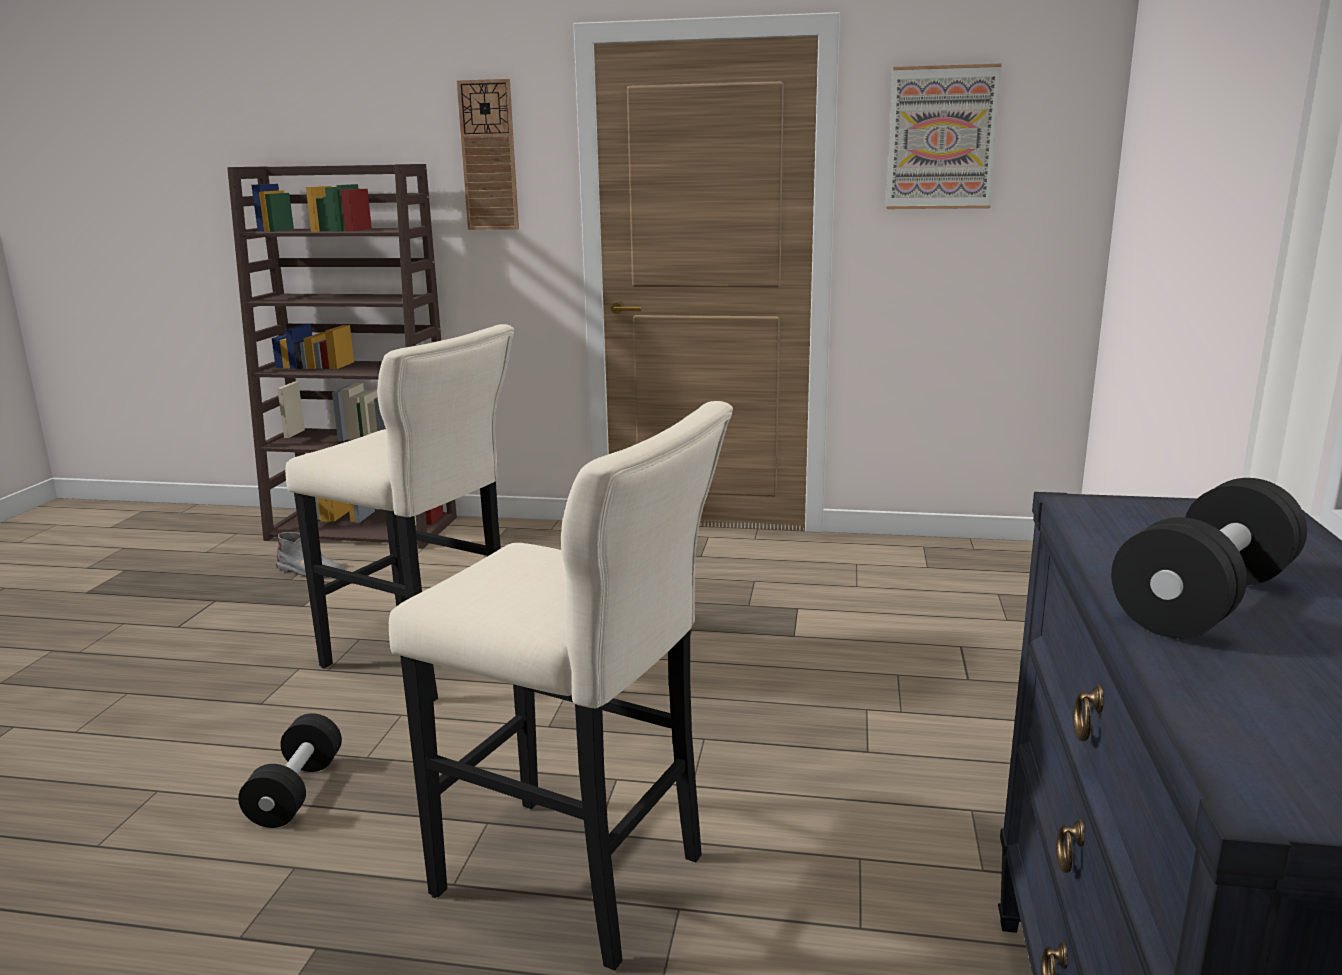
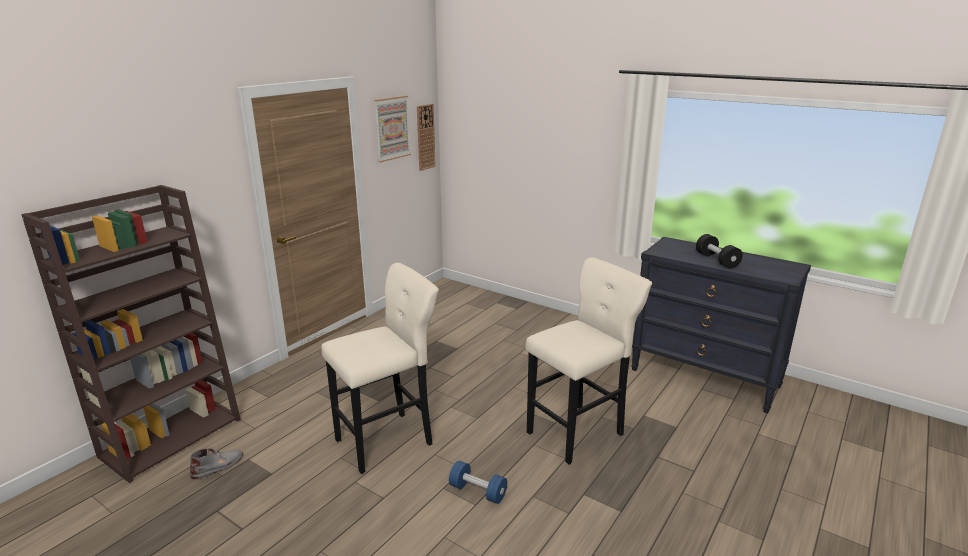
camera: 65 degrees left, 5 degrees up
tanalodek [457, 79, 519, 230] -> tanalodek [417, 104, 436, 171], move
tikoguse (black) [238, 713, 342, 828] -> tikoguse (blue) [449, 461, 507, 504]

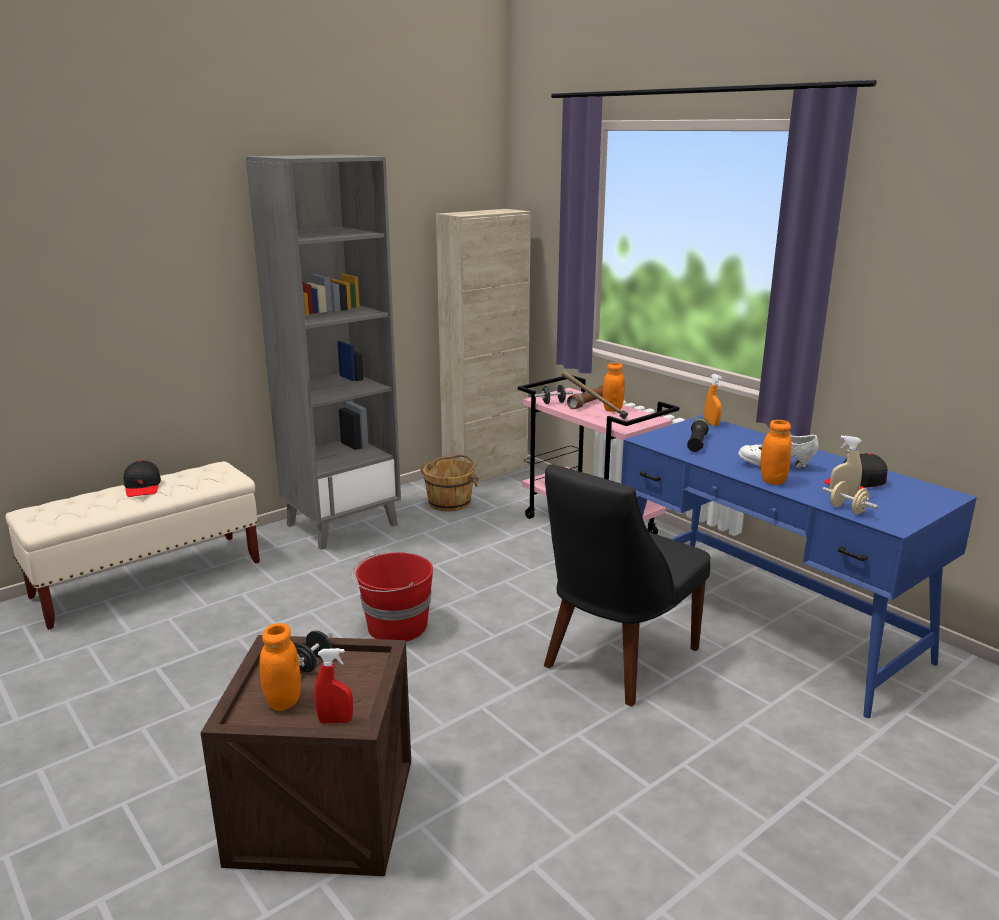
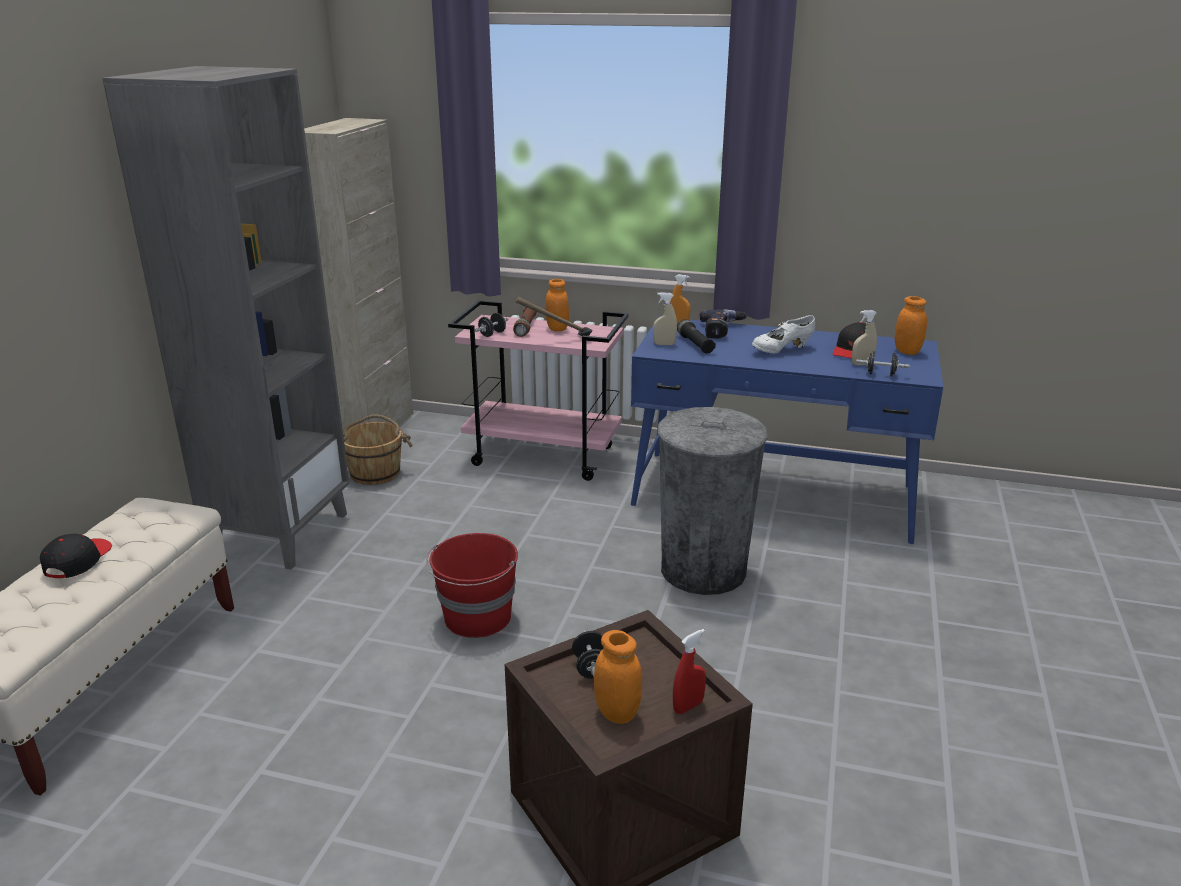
camera: 35 degrees left, 5 degrees up
none -> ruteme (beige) [653, 292, 677, 345]
none -> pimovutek [700, 309, 747, 338]
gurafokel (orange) [760, 420, 792, 485] -> gurafokel (orange) [895, 296, 927, 355], move
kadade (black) [544, 464, 711, 707] -> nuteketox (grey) [658, 407, 768, 595]
tikoguse (beige) [823, 481, 878, 514] -> tikoguse (black) [856, 351, 910, 376]
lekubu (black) [124, 460, 161, 497] -> lekubu (black) [40, 534, 112, 578], 120 degrees counterclockwise

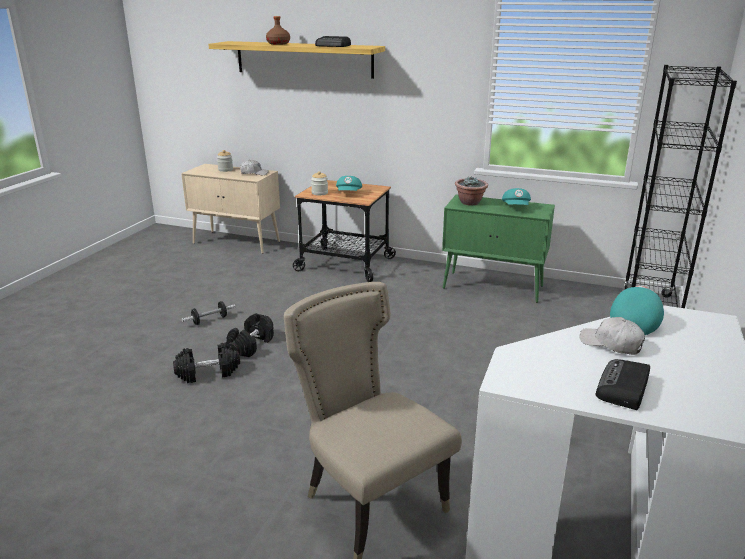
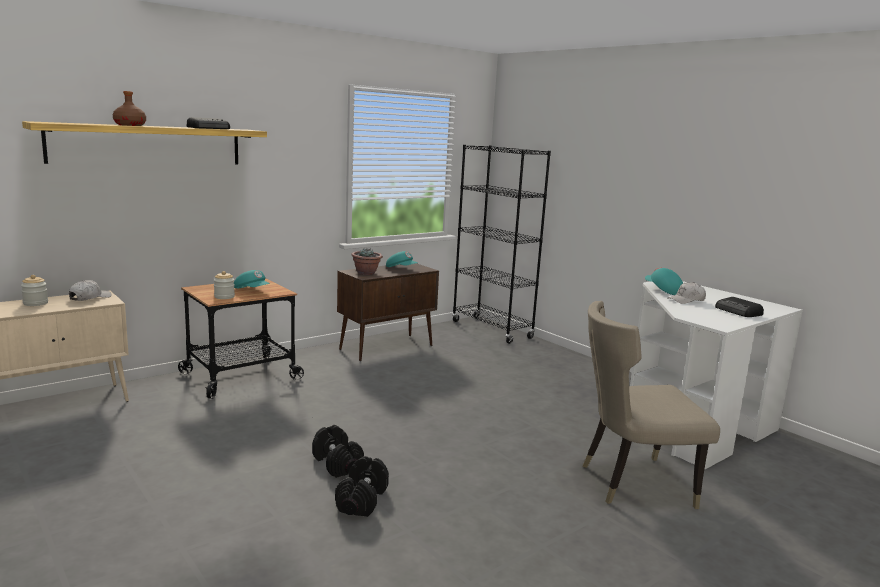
camera: 60 degrees left, 10 degrees down
tikoguse [182, 301, 235, 325] -> none
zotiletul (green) [442, 195, 555, 303] -> zotiletul (brown) [337, 263, 439, 361]

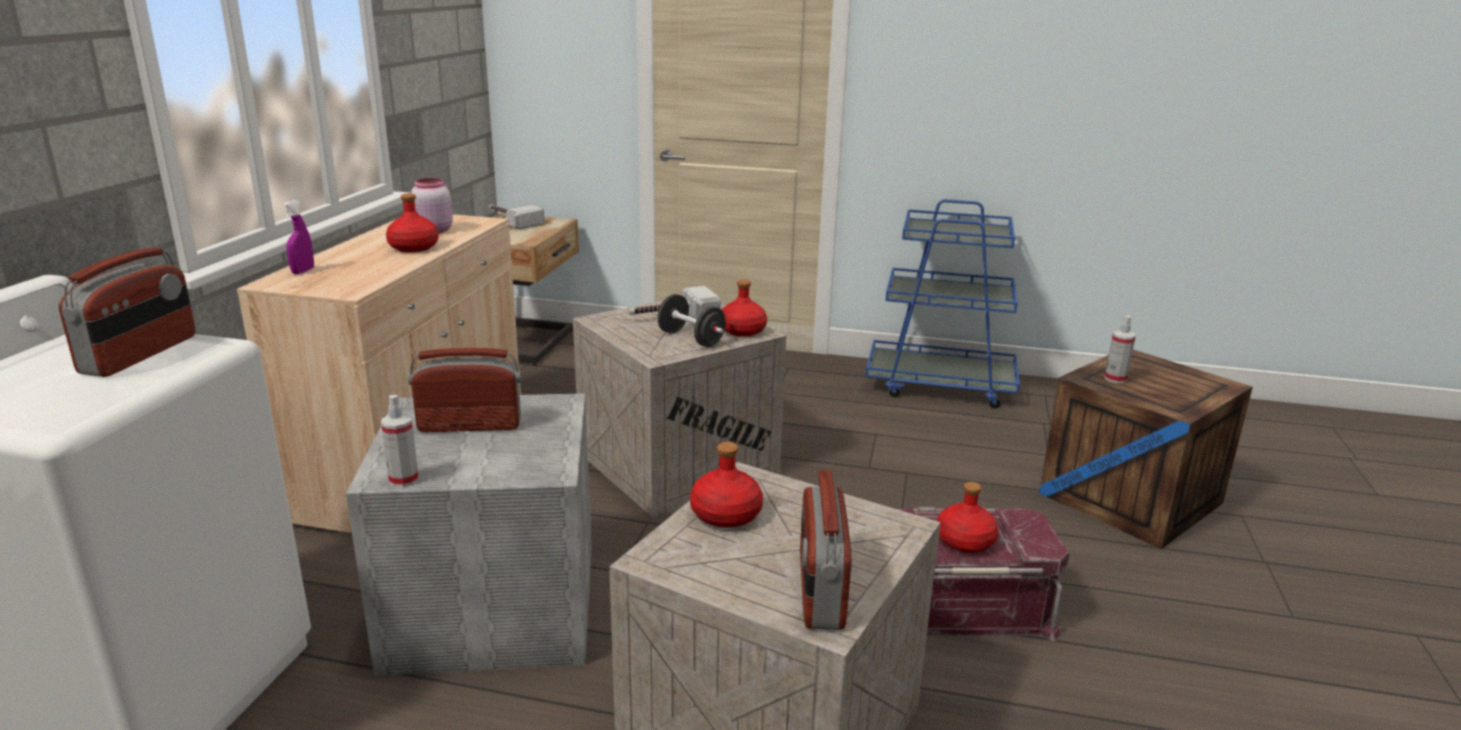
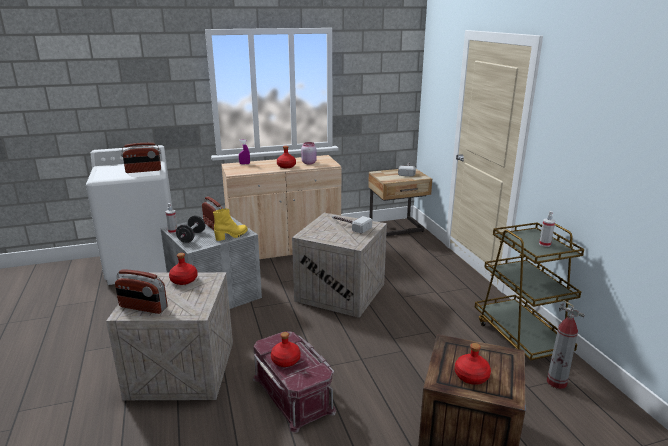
camera: 60 degrees right, 0 degrees up
none -> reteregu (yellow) [213, 208, 248, 241]
none -> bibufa [547, 300, 585, 389]
tikoguse (black) [657, 294, 726, 347] -> tikoguse (black) [176, 215, 205, 243], move
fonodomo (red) [722, 280, 767, 337] -> fonodomo (red) [455, 343, 491, 385], move
ruteme [1105, 316, 1136, 383] -> ruteme [539, 211, 555, 247], move
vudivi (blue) [866, 199, 1020, 409] -> vudivi (brown) [475, 222, 584, 361]
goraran [800, 470, 852, 630] -> goraran [115, 269, 167, 314], 135 degrees counterclockwise

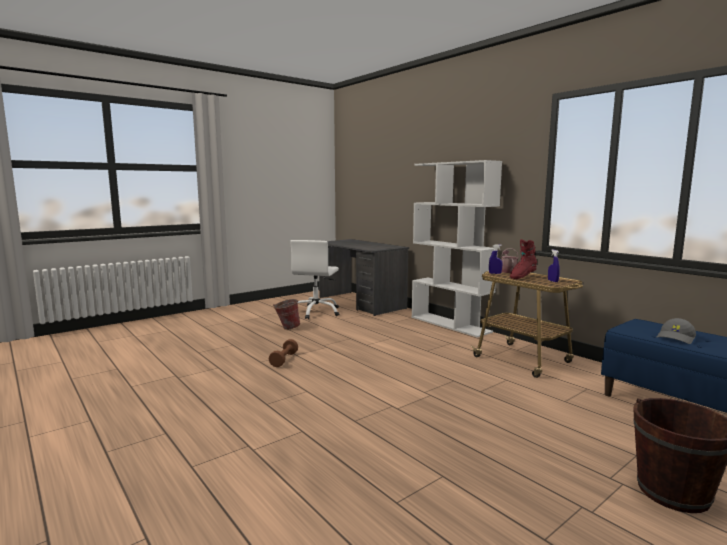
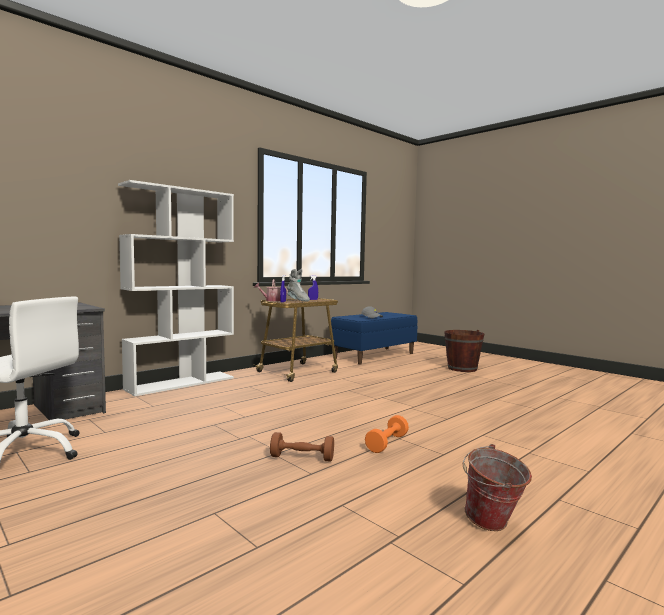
camera: 95 degrees left, 5 degrees down
none -> tikoguse (orange) [365, 415, 409, 453]
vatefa [273, 299, 300, 330] -> vatefa [463, 444, 532, 531], move
reteregu (red) [510, 239, 537, 279] -> reteregu (grey) [287, 269, 310, 302]

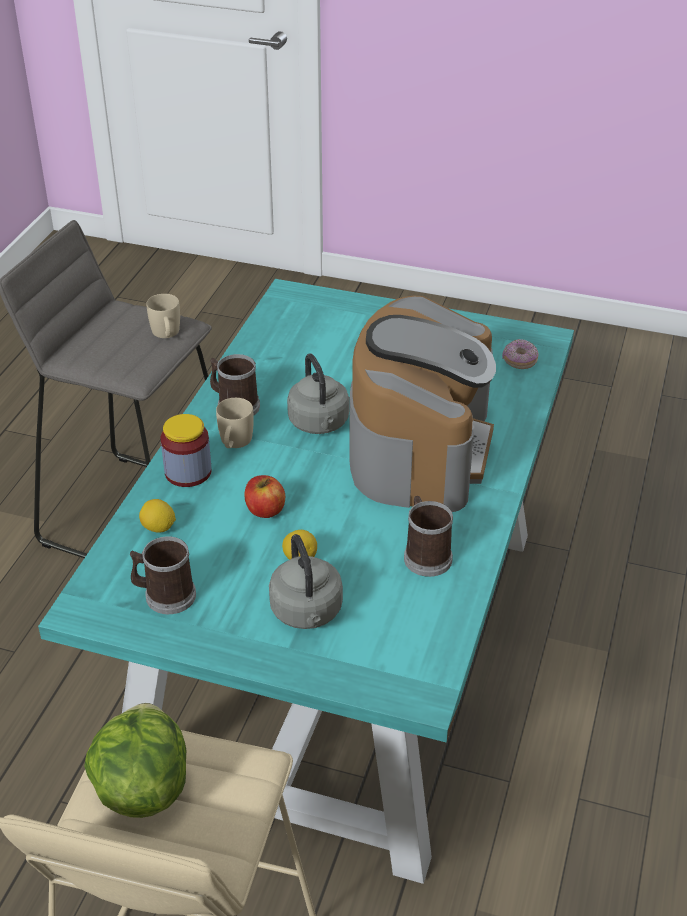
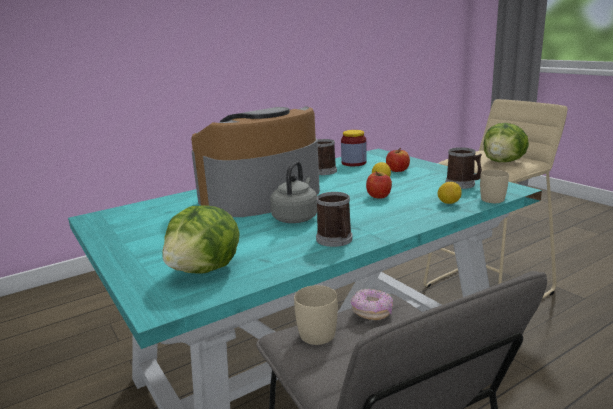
camera: 140 degrees left, 20 degrees down
none -> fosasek [163, 205, 240, 274]
gurafokel [161, 414, 211, 487] -> gurafokel [341, 130, 367, 166], move
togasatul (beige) [216, 398, 254, 448] -> togasatul (beige) [480, 170, 509, 203], move
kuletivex [502, 339, 539, 369] -> kuletivex [351, 288, 393, 320], move
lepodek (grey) [269, 534, 343, 629] -> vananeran [386, 148, 410, 172]

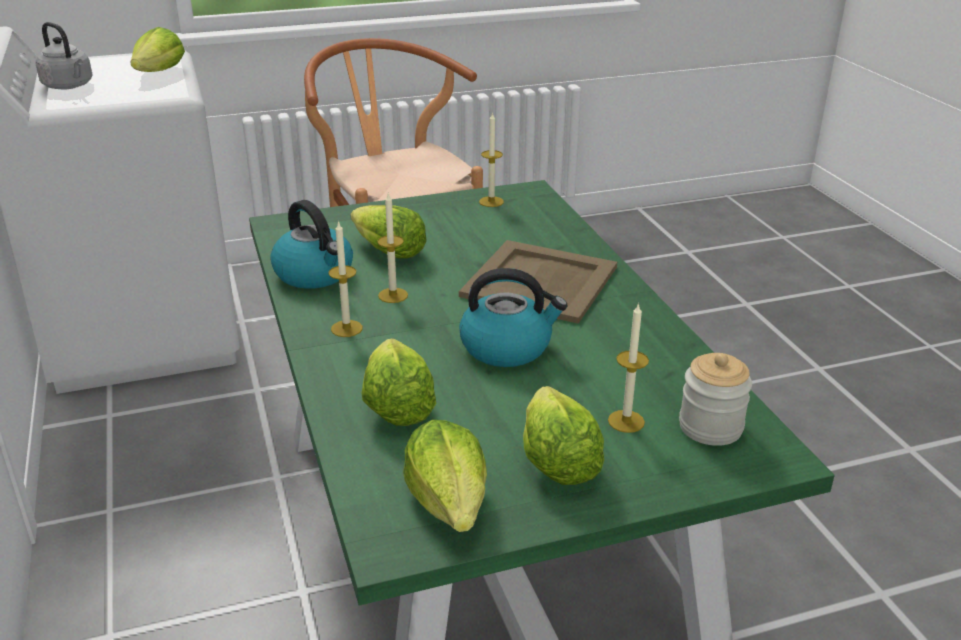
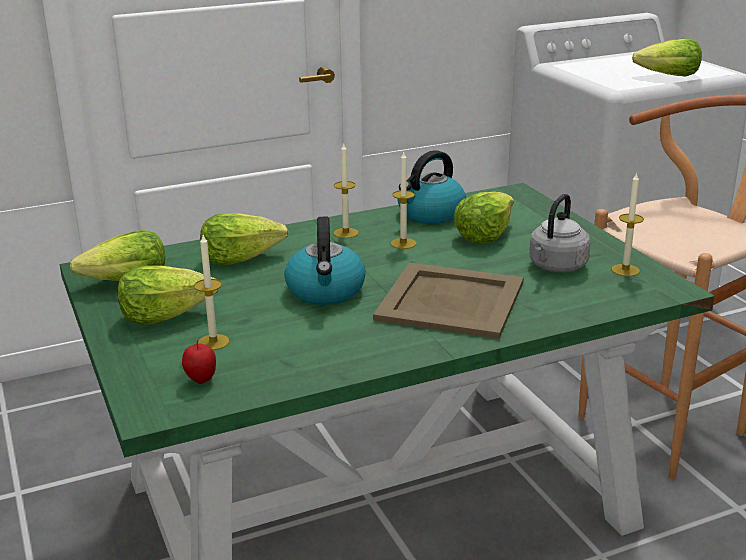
camera: 85 degrees right, 5 degrees down
lepodek (grey) [36, 22, 93, 90] -> lepodek (grey) [529, 194, 591, 272], move
gurafokel [679, 353, 752, 446] -> vananeran [182, 340, 216, 384]

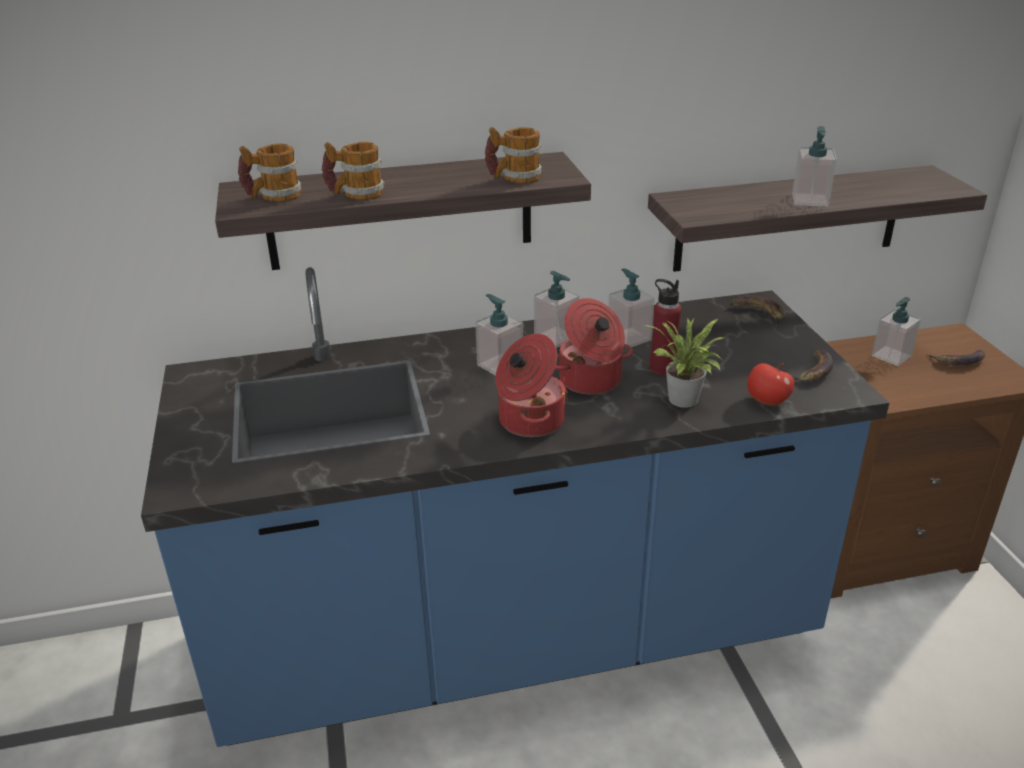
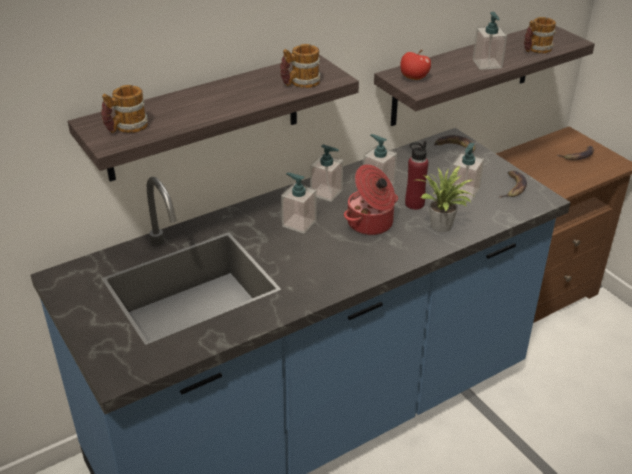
camera: 20 degrees left, 5 degrees up
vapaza [495, 334, 568, 437] -> none
togasatul [322, 142, 384, 200] -> togasatul [524, 17, 556, 53], move
vananeran [747, 363, 794, 405] -> vananeran [400, 50, 431, 80], move
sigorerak [872, 297, 921, 366] -> sigorerak [452, 143, 484, 201], move

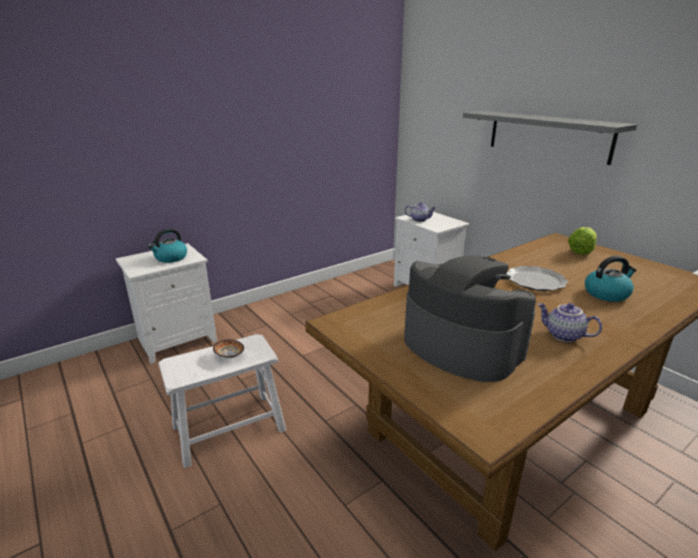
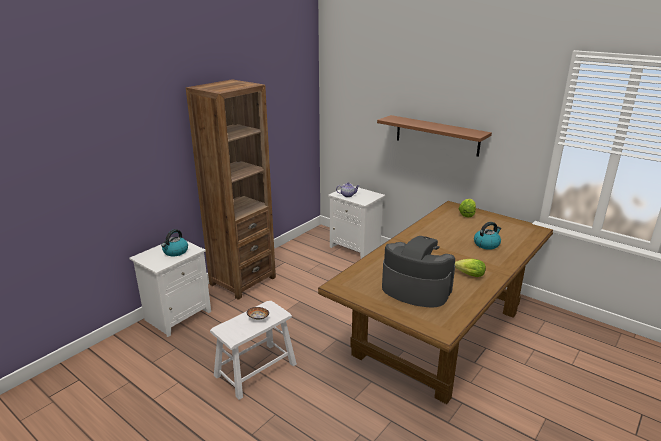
camera: 15 degrees left, 0 degrees up
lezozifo [506, 266, 568, 291] -> none
none -> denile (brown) [186, 79, 276, 300]
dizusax [538, 303, 602, 342] -> fosasek [455, 259, 486, 277]
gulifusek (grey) [463, 111, 637, 165] -> gulifusek (brown) [377, 115, 492, 157]

